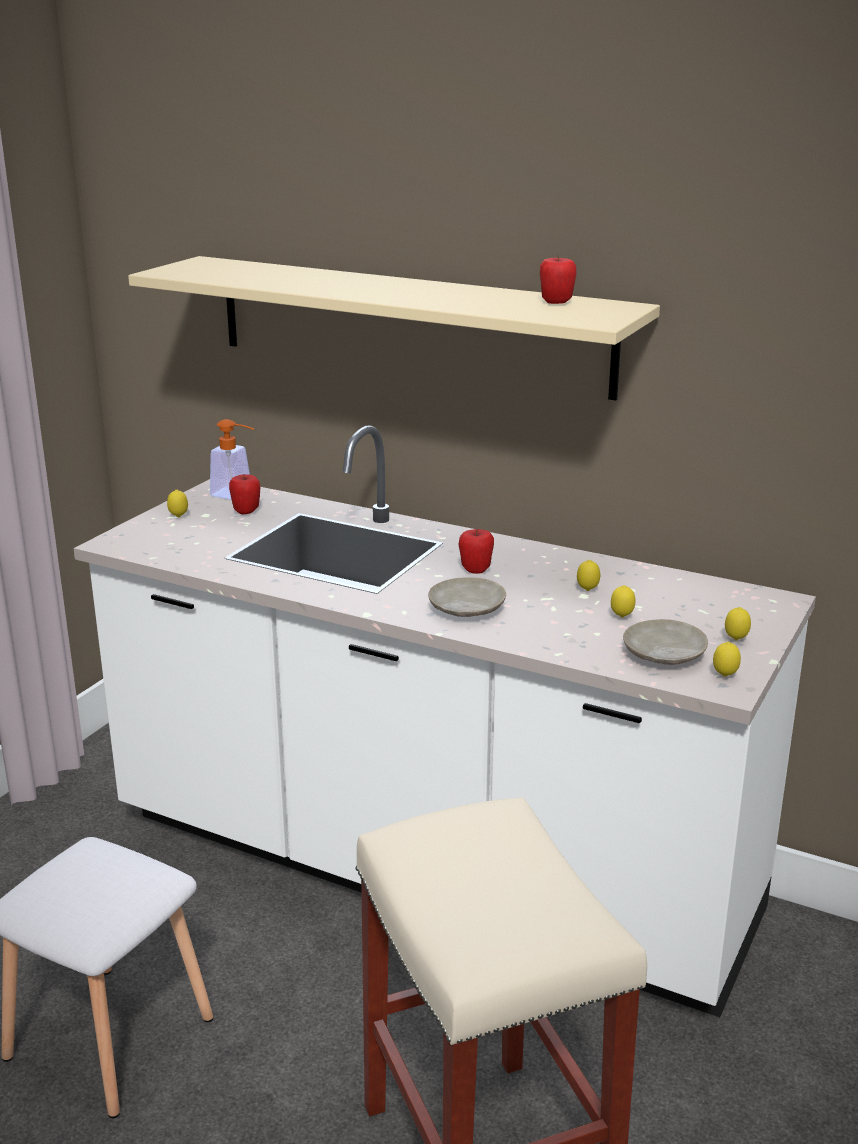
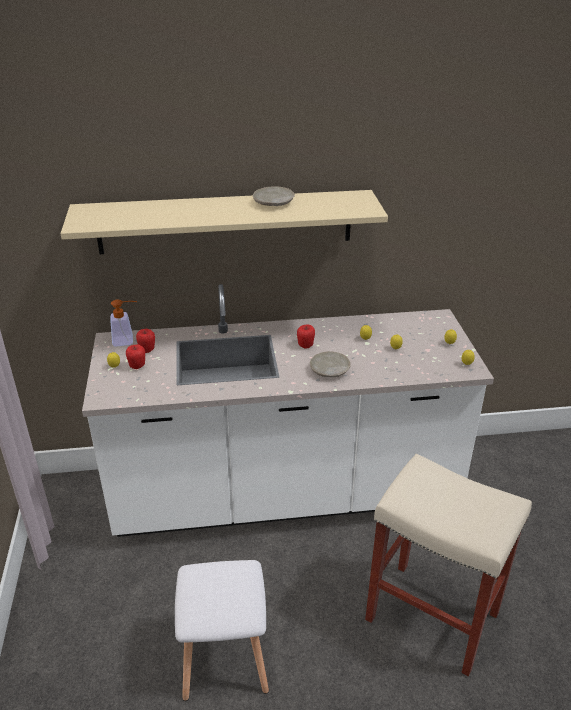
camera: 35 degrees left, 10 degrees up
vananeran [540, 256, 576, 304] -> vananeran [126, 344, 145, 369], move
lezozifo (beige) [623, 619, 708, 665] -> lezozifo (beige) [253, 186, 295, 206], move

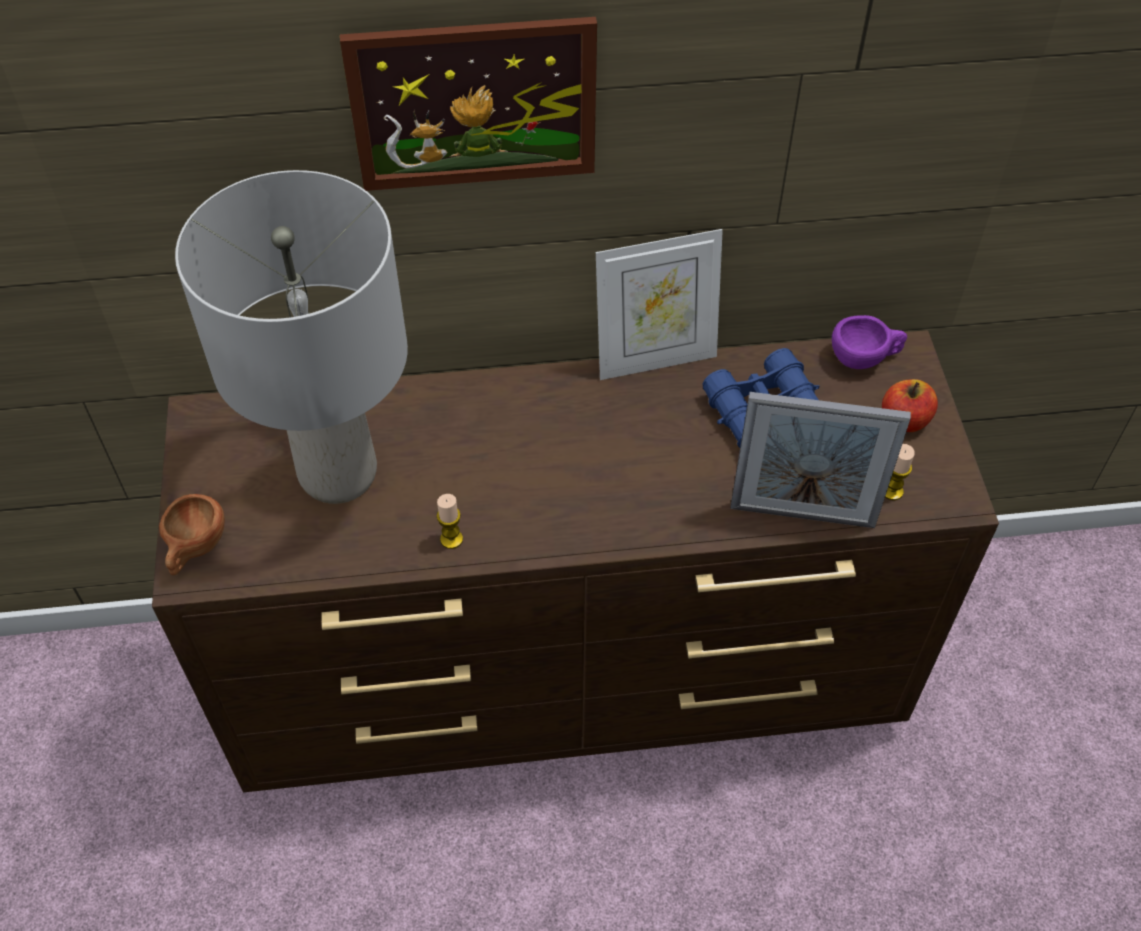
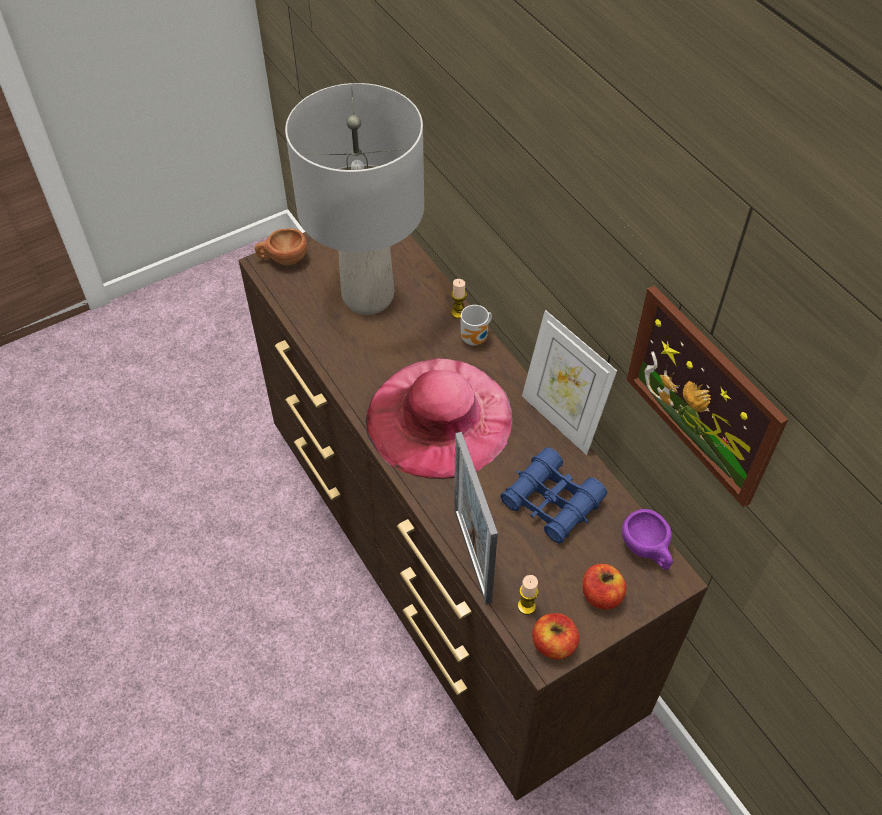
camera: 65 degrees right, 0 degrees up
none -> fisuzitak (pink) [366, 358, 512, 479]
none -> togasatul [461, 305, 492, 345]
none -> vananeran [532, 613, 579, 659]
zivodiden [340, 17, 597, 191] -> zivodiden [626, 286, 788, 508], move
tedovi [437, 494, 463, 549] -> tedovi [451, 279, 467, 318], move

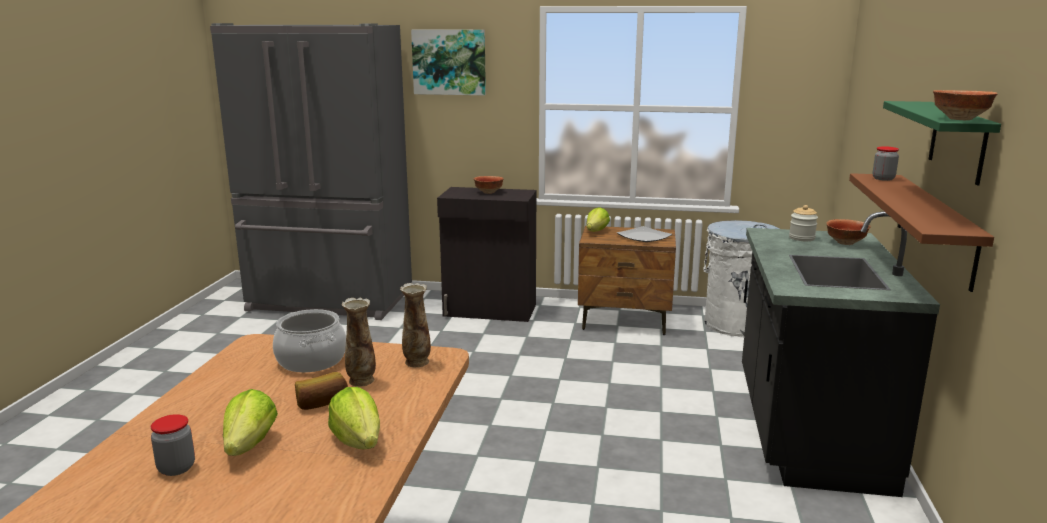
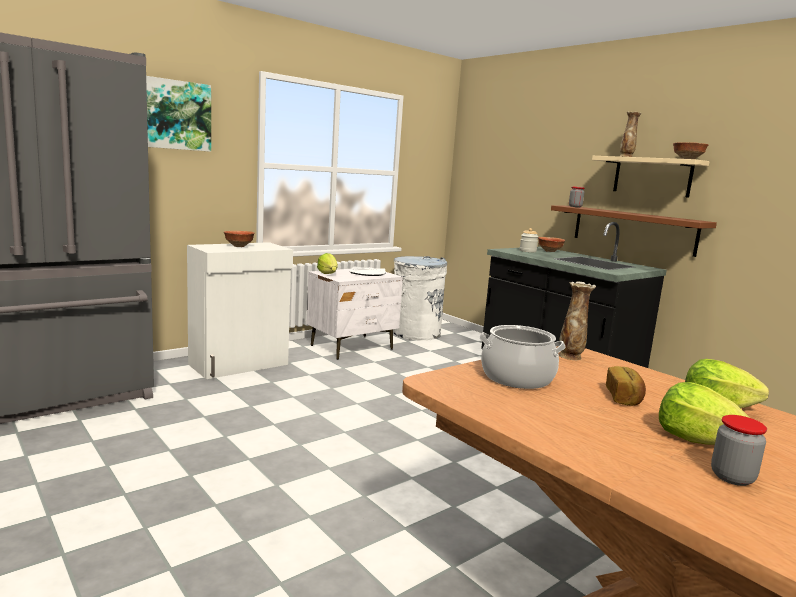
camera: 50 degrees left, 5 degrees down
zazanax [342, 298, 376, 387] -> zazanax [620, 112, 642, 157], move
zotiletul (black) [437, 187, 536, 322] -> zotiletul (white) [187, 242, 293, 379]
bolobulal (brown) [578, 226, 676, 335] -> bolobulal (white) [307, 267, 403, 360]
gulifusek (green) [883, 101, 1001, 185] -> gulifusek (beige) [592, 156, 709, 198]

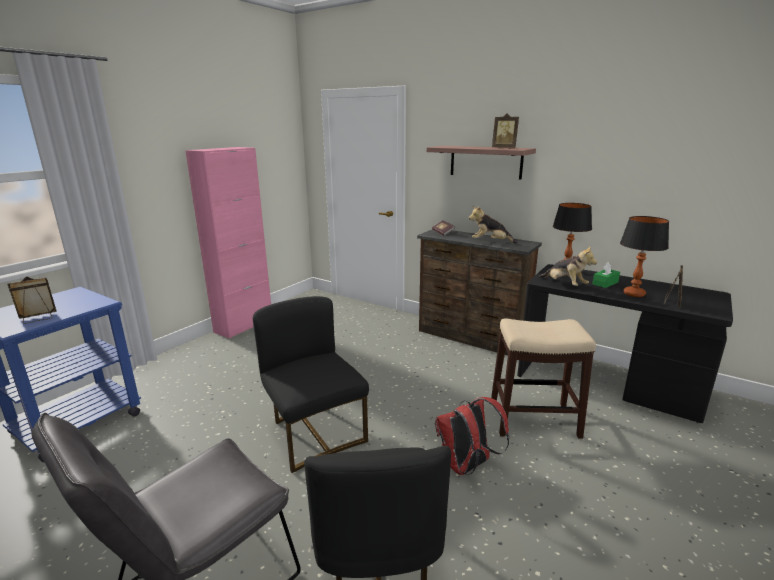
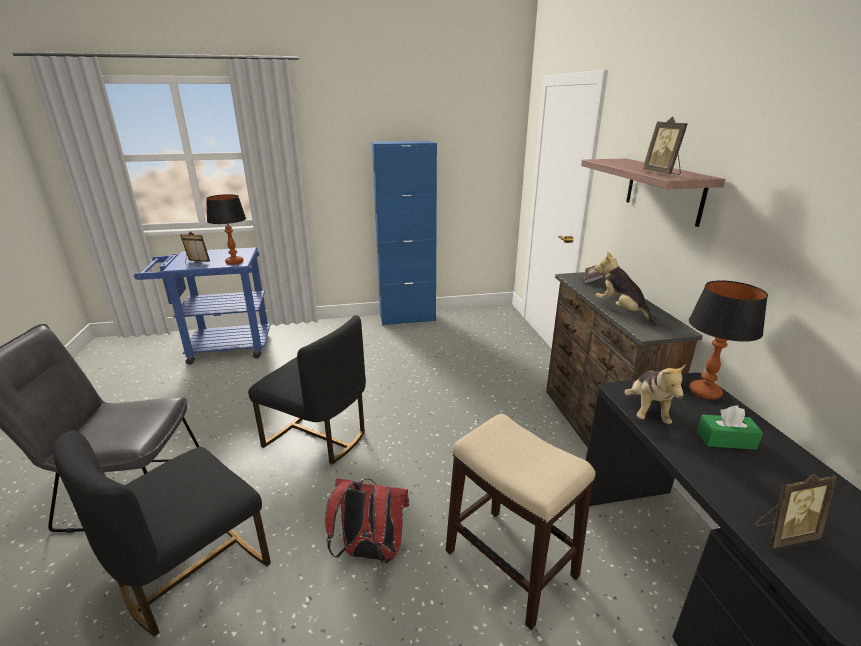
camera: 45 degrees right, 5 degrees up
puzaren [620, 216, 669, 297] -> puzaren [206, 194, 246, 265], move
zotiletul (pink) [185, 147, 271, 339] -> zotiletul (blue) [372, 141, 437, 326]
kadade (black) [253, 296, 369, 473] -> kadade (black) [248, 315, 366, 464], 105 degrees clockwise

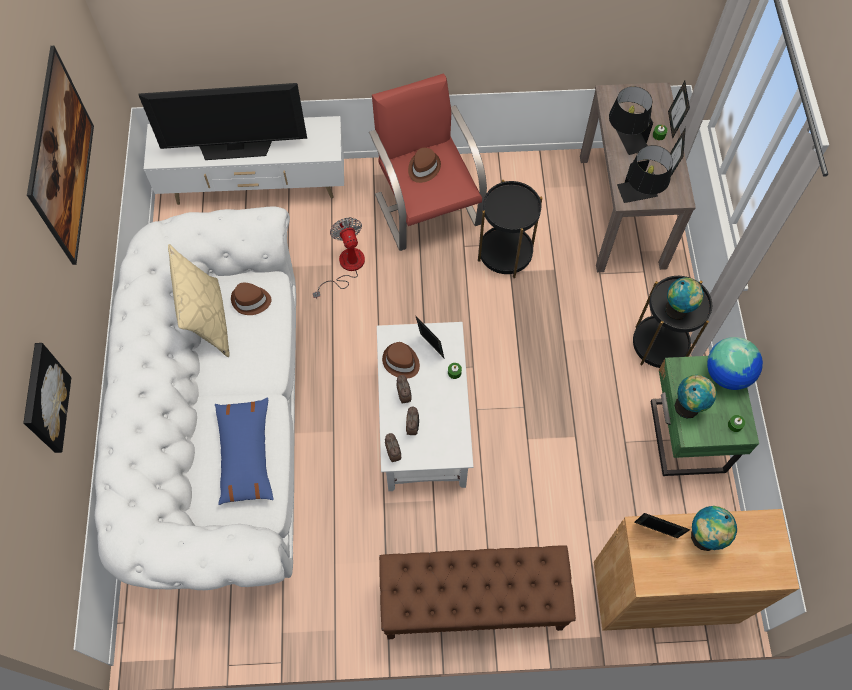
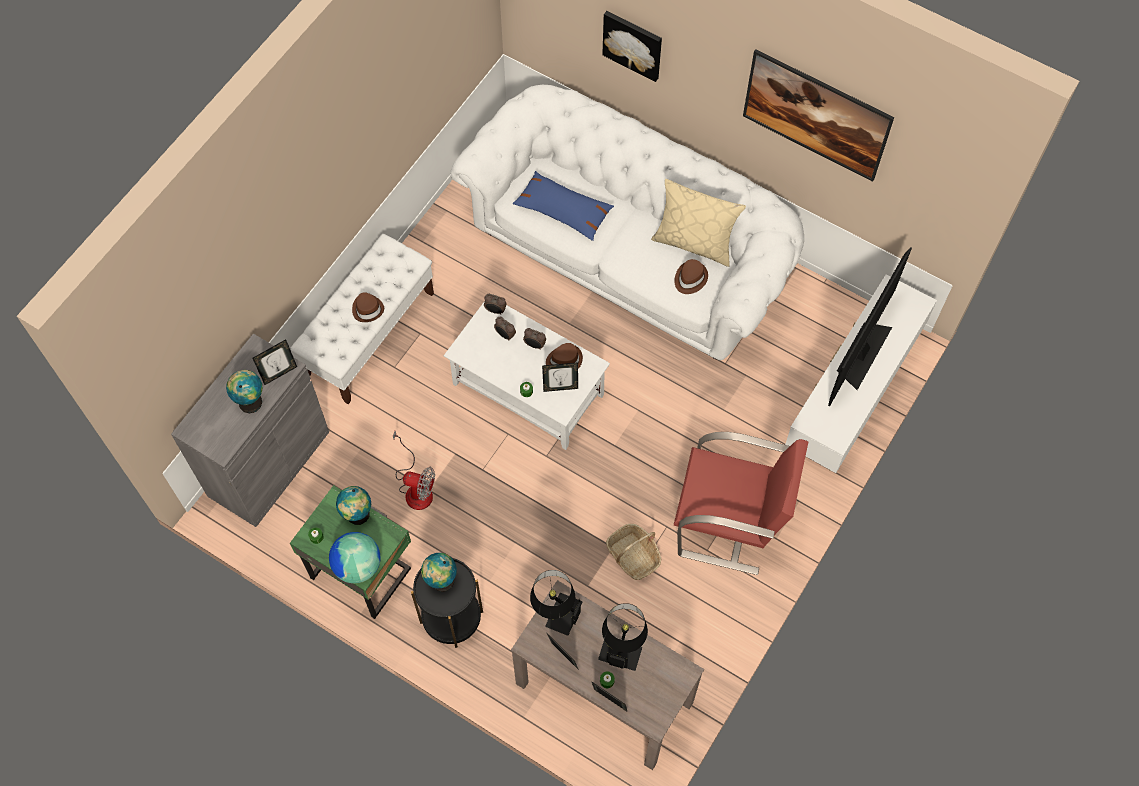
camera: 125 degrees right, 0 degrees up
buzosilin [313, 217, 365, 299] -> buzosilin [393, 431, 435, 510], move
fisuzitak (brown) [408, 148, 441, 183] -> fisuzitak (brown) [352, 292, 384, 322], move
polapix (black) [478, 180, 542, 278] -> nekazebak [606, 524, 661, 580]
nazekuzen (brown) [379, 545, 576, 639] -> nazekuzen (white) [290, 234, 434, 404]
zotiletul (brown) [594, 509, 800, 631] -> zotiletul (grey) [171, 334, 329, 527]

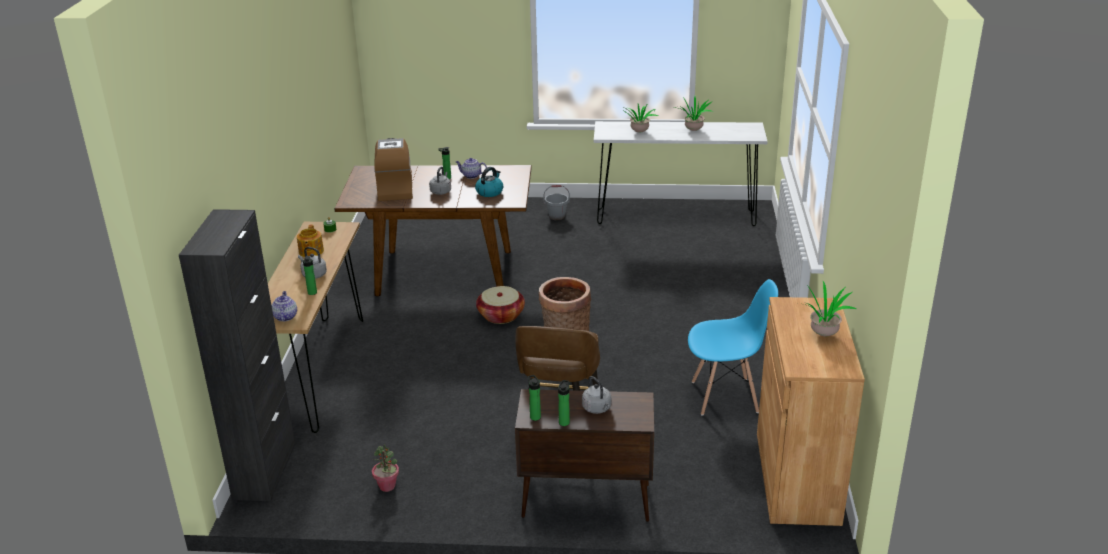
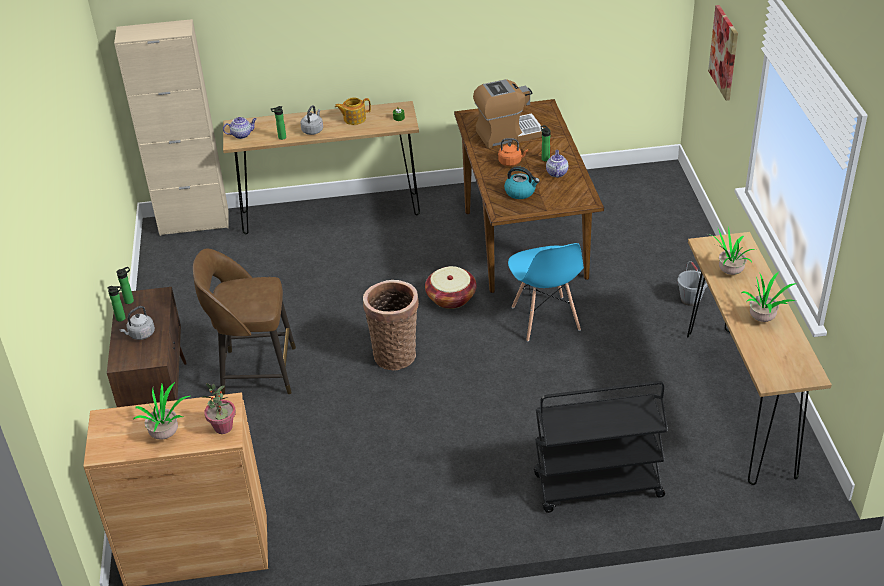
camera: 80 degrees right, 10 degrees up
none -> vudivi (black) [534, 381, 668, 513]
none -> zivodiden [708, 5, 738, 101]
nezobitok [372, 444, 399, 492] -> nezobitok [202, 383, 236, 434], move
kadade (blue) [688, 279, 778, 416] -> kadade (blue) [508, 243, 584, 342], move
zotiletul (black) [179, 209, 296, 501] -> zotiletul (beige) [114, 19, 229, 236]
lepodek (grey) [429, 166, 451, 195] -> lepodek (orange) [498, 138, 528, 166]
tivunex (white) [594, 121, 768, 226] -> tivunex (brown) [687, 232, 832, 485]

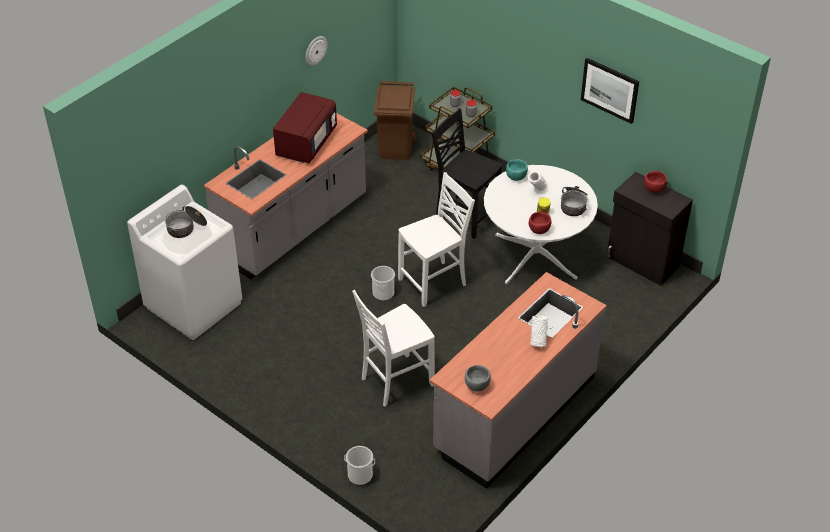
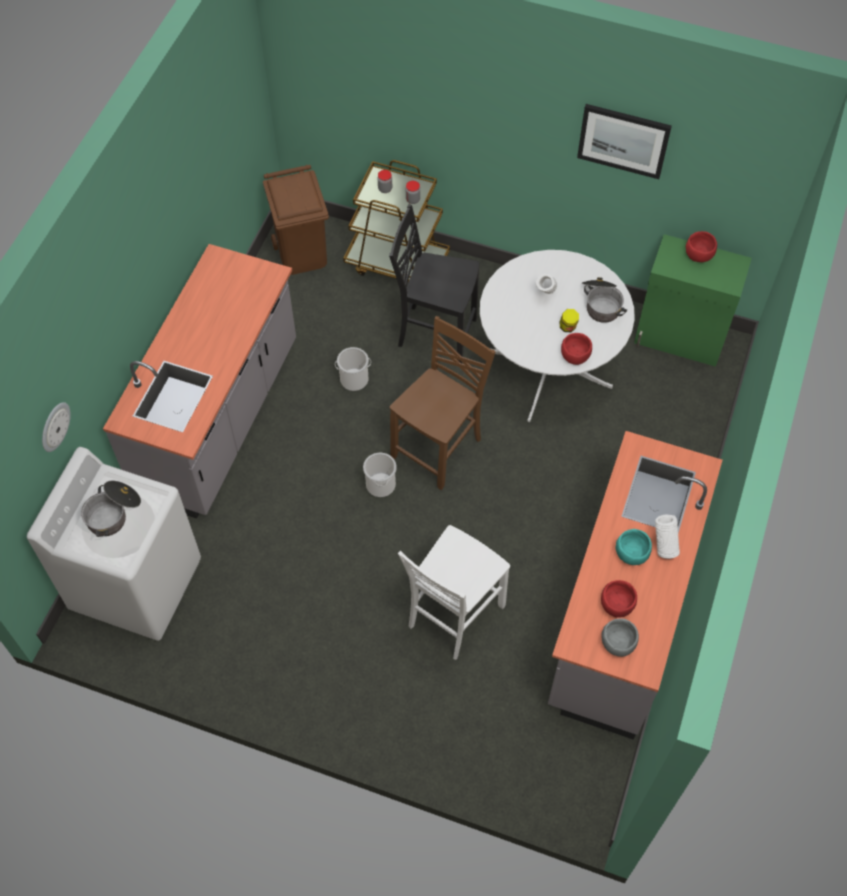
camera: 20 degrees left, 15 degrees up
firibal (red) [273, 92, 337, 163] -> none
none -> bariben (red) [601, 580, 637, 618]
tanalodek [305, 36, 328, 66] -> tanalodek [42, 402, 71, 452], move
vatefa [344, 446, 375, 485] -> vatefa [335, 347, 371, 391], move
bariben (turquoise) [506, 159, 528, 181] -> bariben (turquoise) [616, 529, 652, 565], move
kadade (white) [398, 172, 475, 307] -> kadade (brown) [390, 316, 495, 490]
zotiletul (black) [607, 172, 693, 286] -> zotiletul (green) [634, 234, 752, 367]

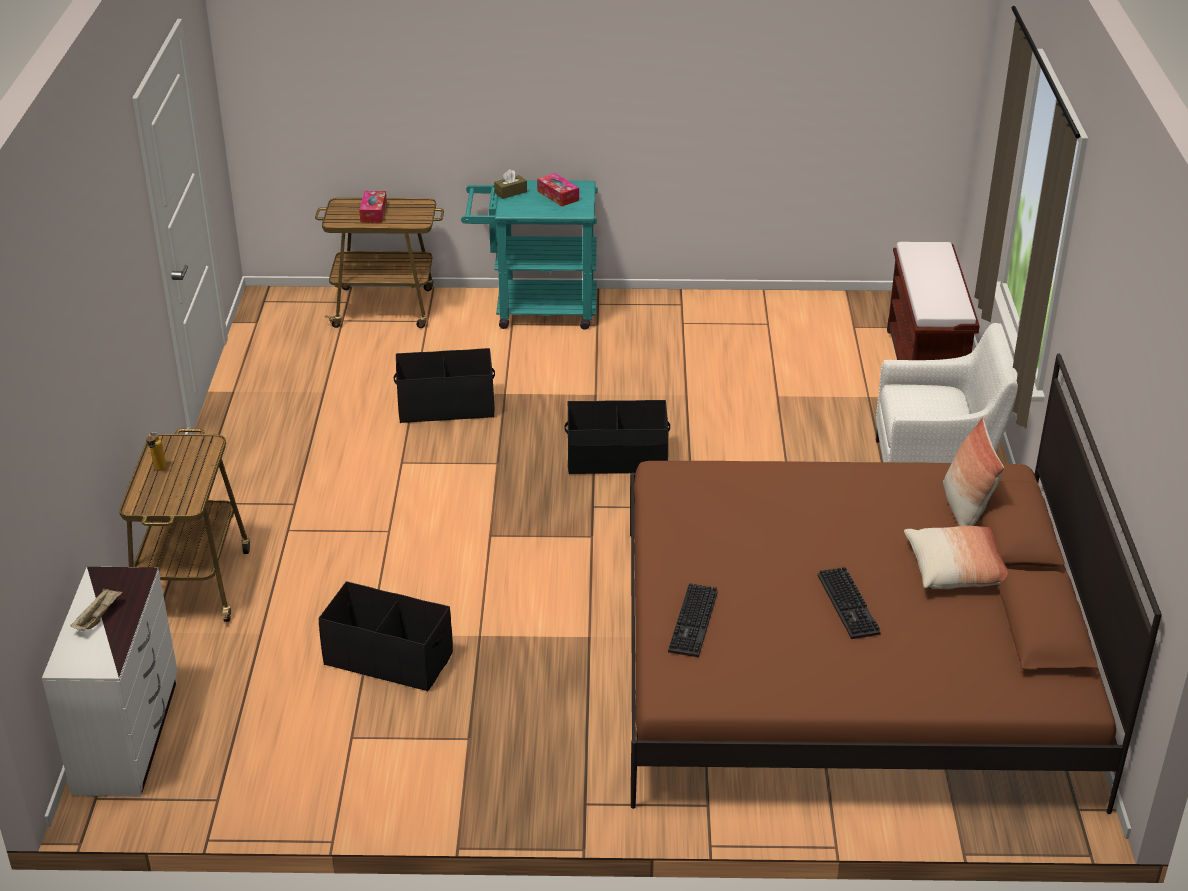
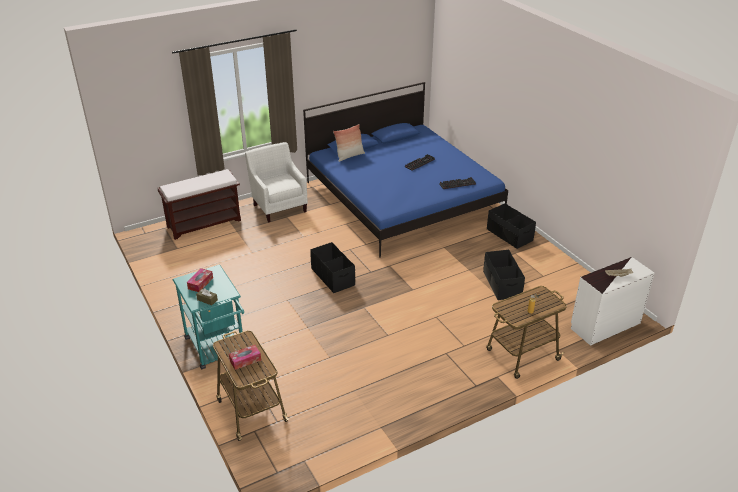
camera: 120 degrees left, 0 degrees up
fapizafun [904, 526, 1008, 589] -> none
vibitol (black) [394, 348, 495, 423] -> vibitol (black) [487, 204, 536, 249], move
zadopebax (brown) [630, 354, 1162, 814] -> zadopebax (blue) [303, 82, 508, 258]

